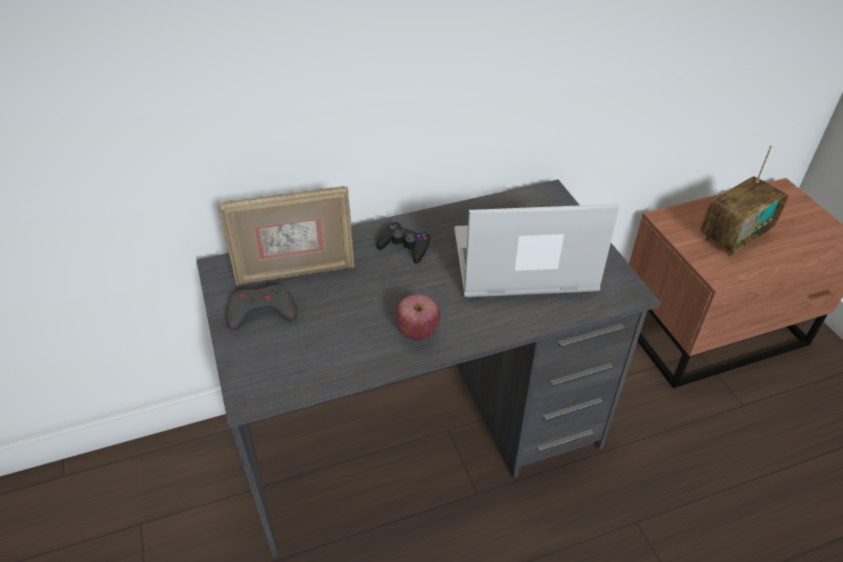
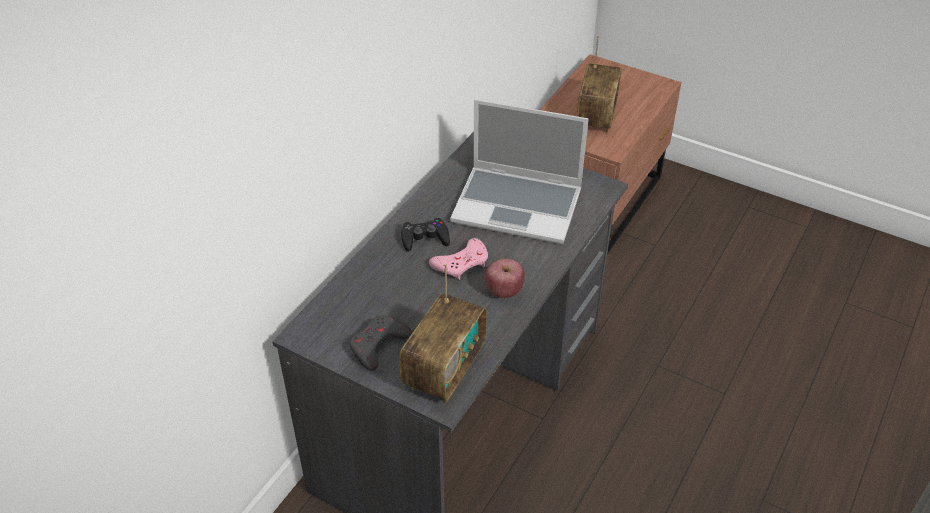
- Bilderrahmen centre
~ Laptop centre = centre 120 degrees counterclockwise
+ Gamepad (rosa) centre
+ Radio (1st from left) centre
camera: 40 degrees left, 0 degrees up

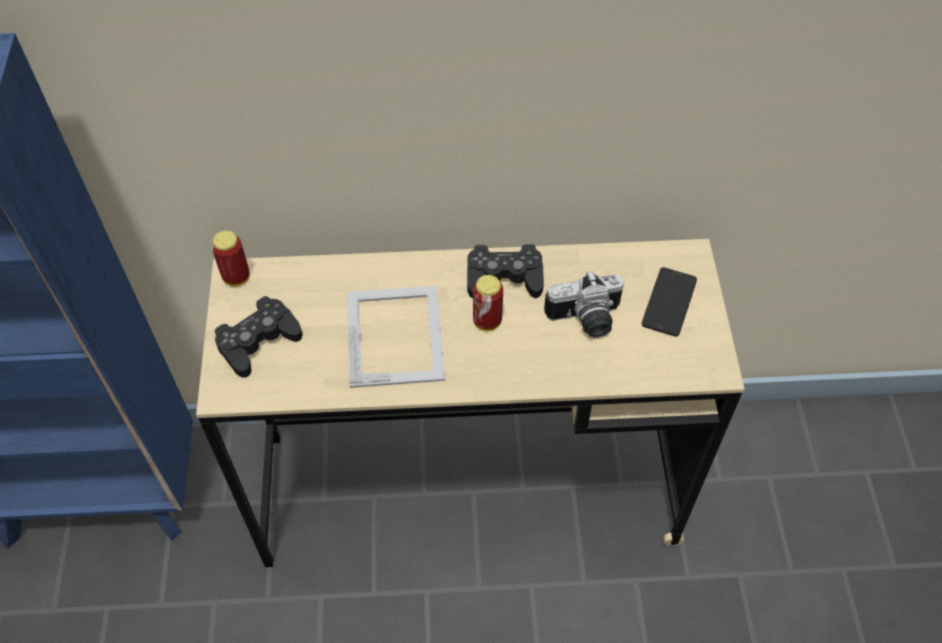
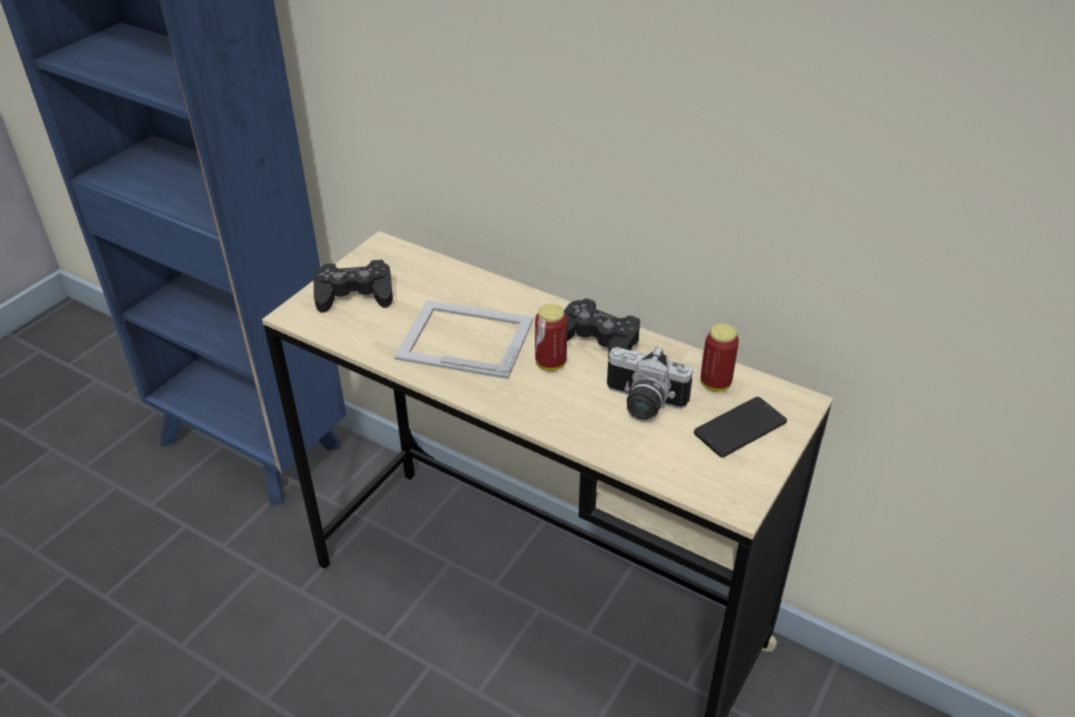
~ Dose (1st from left in the first image) middle left to Dose (2nd from left) middle right
~ Bilderrahmen centre = centre 105 degrees counterclockwise
camera: 35 degrees right, 15 degrees down

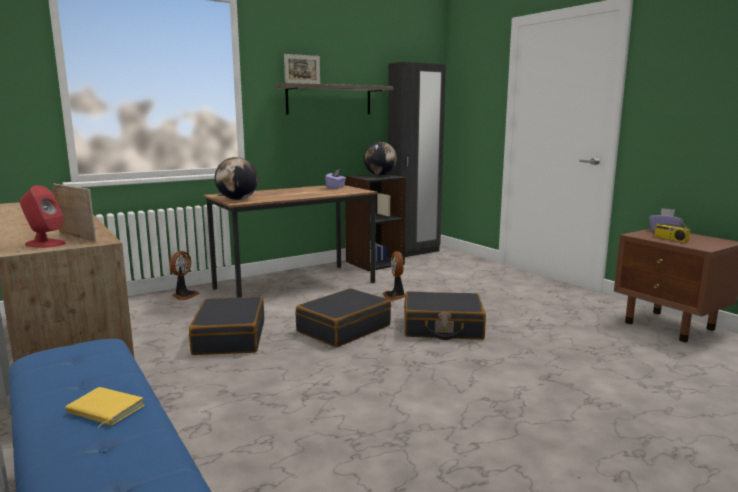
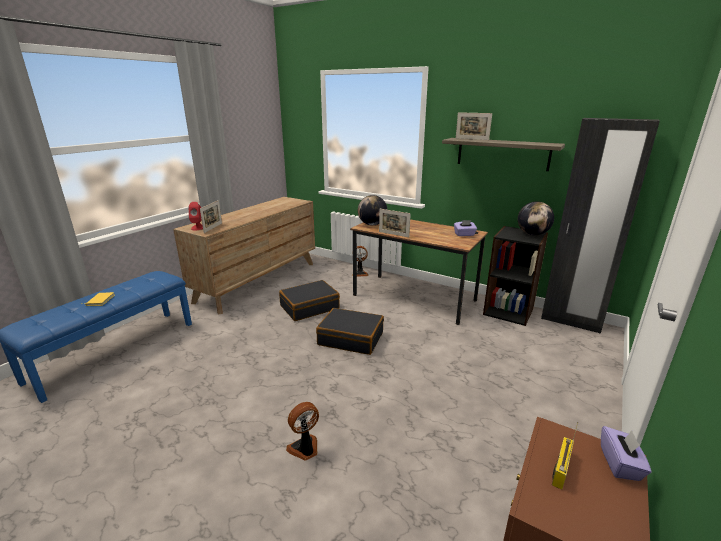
~ Ventilator (2nd from left in the first image) centre to Ventilator (1st from left) bottom centre
- Koffer (schwarz) (3rd from left) centre
+ Bilderrahmen (2nd from left) centre
camera: 65 degrees right, 10 degrees up

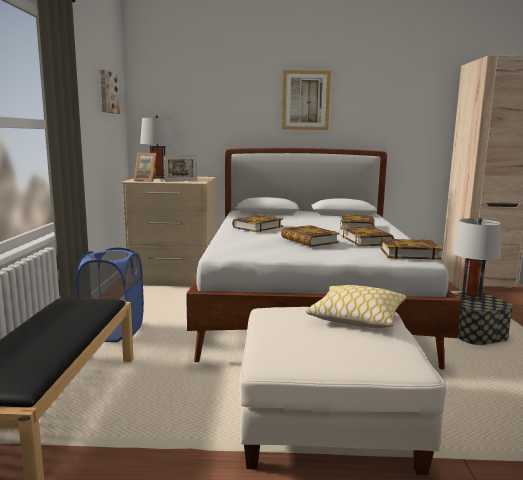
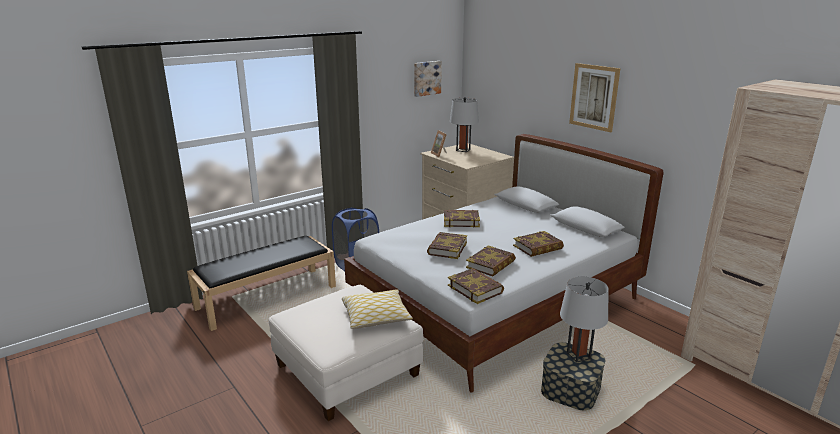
- Bilderrahmen (2nd from left) centre
camera: 50 degrees right, 10 degrees up

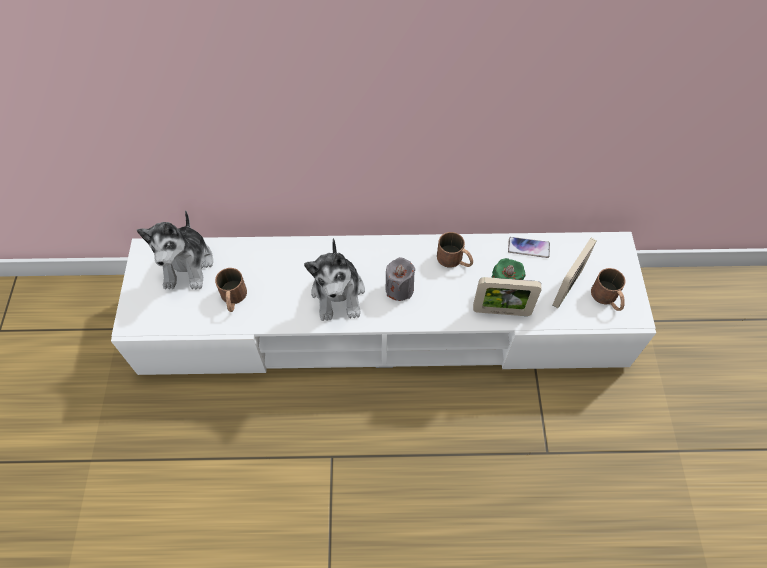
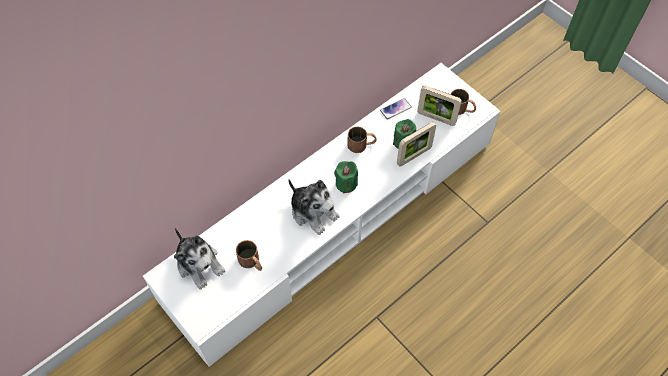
~ Bilderrahmen (2nd from left) middle right = top centre 60 degrees counterclockwise
~ Kerze (grau) centre to Kerze (grün) (1st from left) centre
camera: 40 degrees left, 0 degrees up

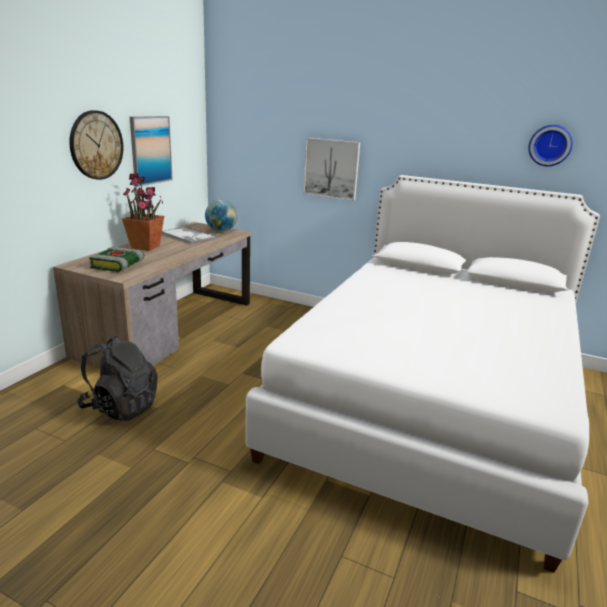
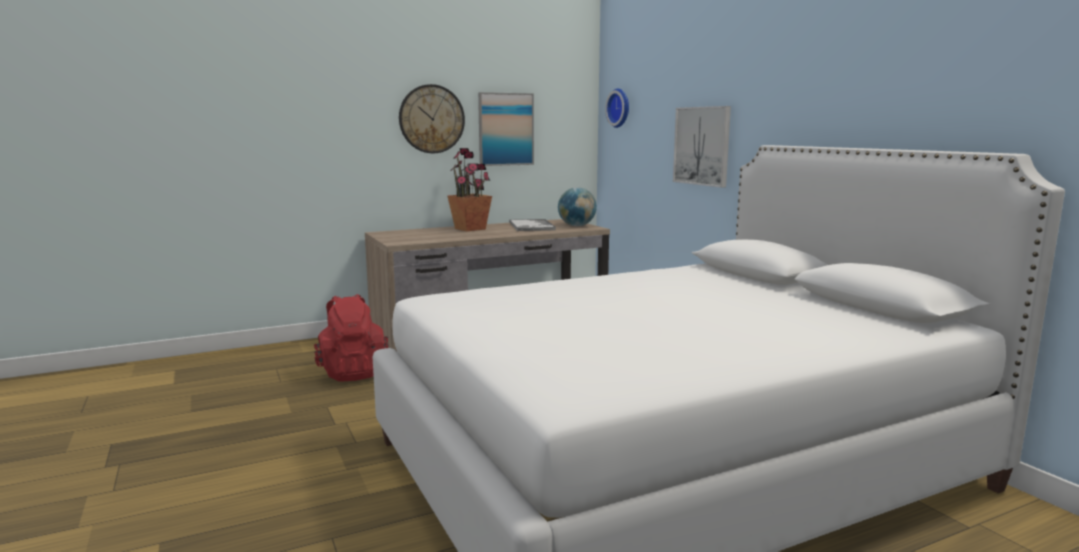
~ Wanduhr (2nd from left) top right to top centre
- Buch middle left
~ Rucksack (schwarz) middle left to Rucksack (rot) middle left
camera: 40 degrees right, 10 degrees down

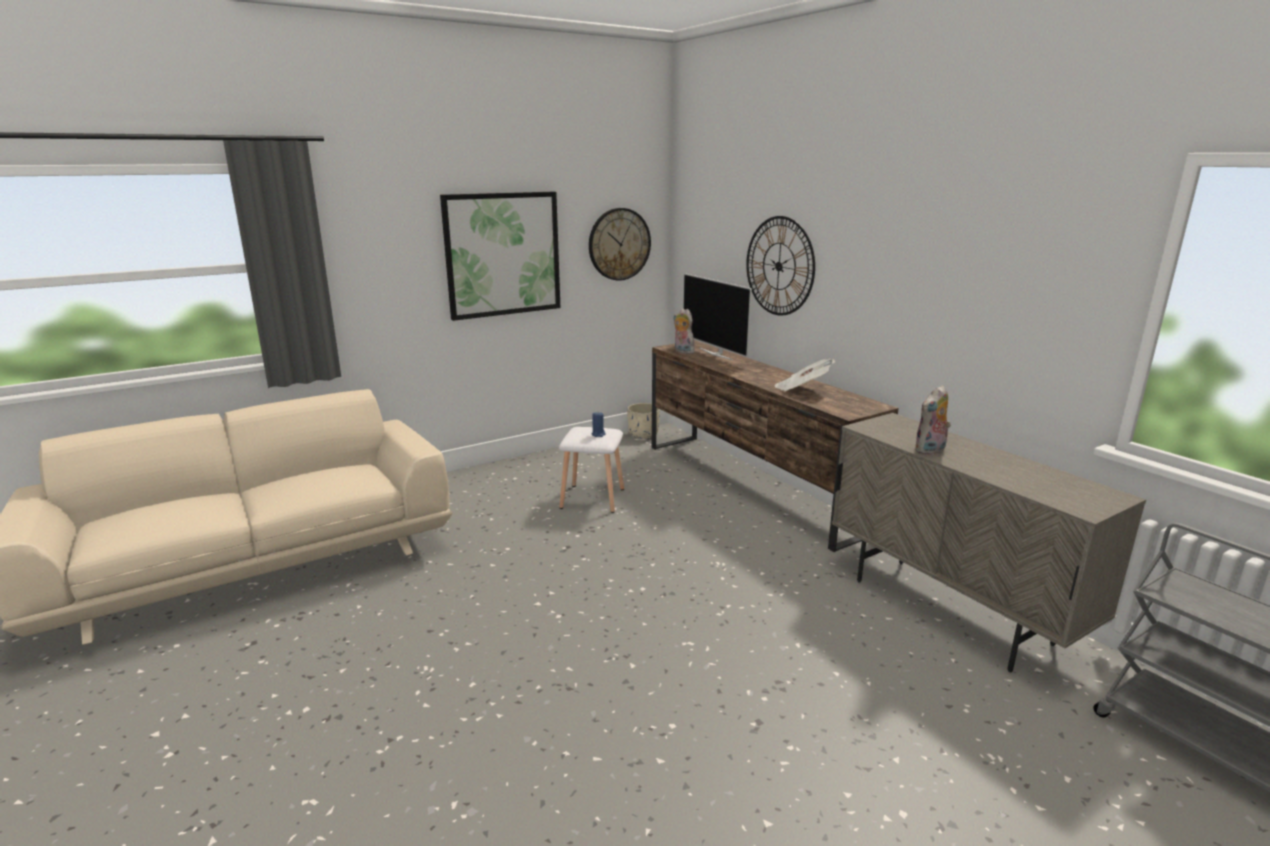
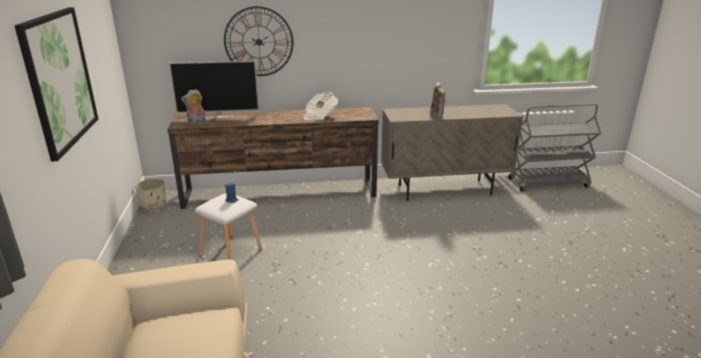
- Wanduhr (1st from left) top centre
camera: 65 degrees left, 5 degrees up

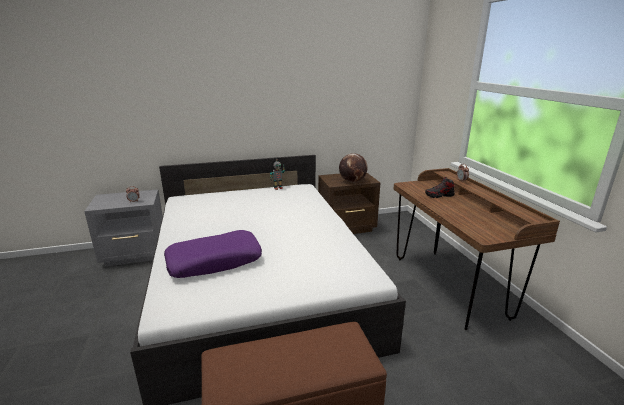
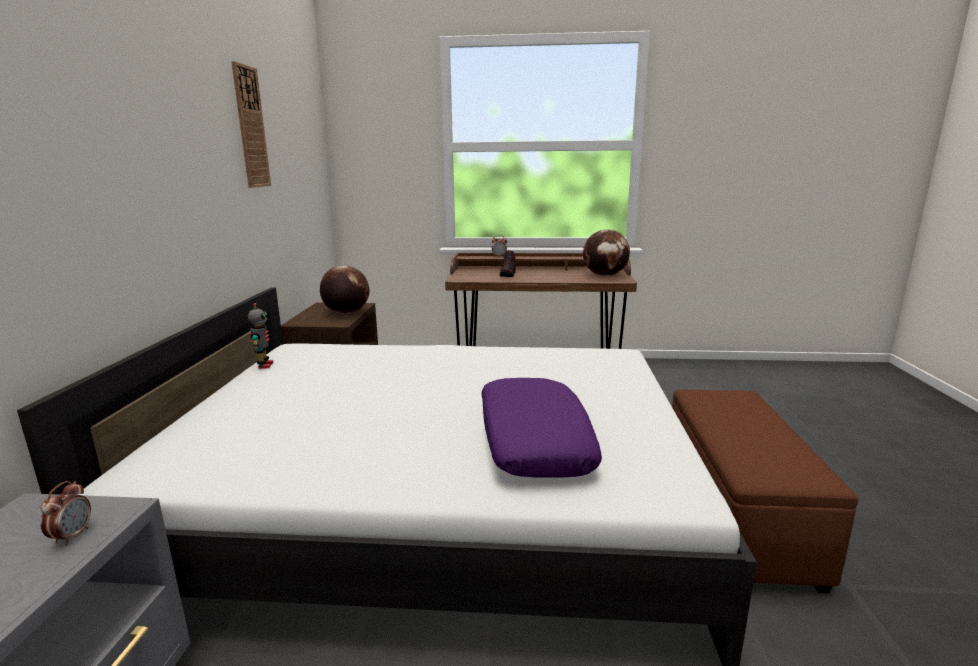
+ Wanduhr top left
+ Globus (2nd from left) centre
camera: 70 degrees left, 5 degrees down

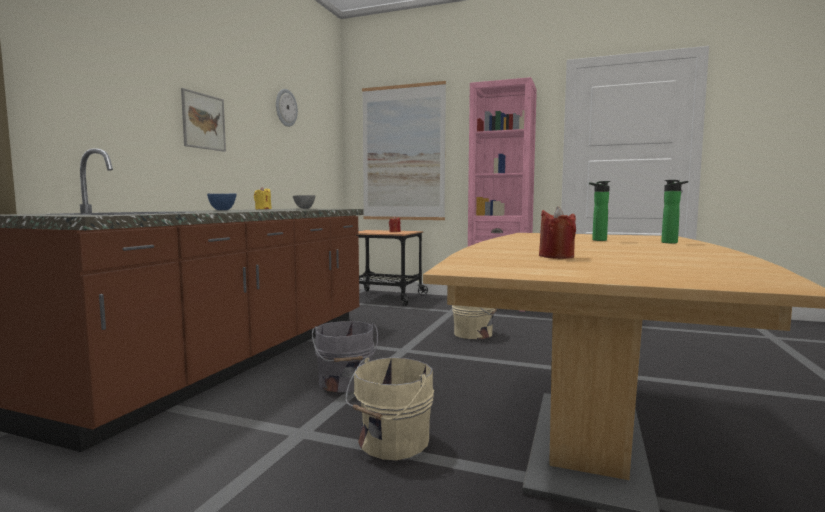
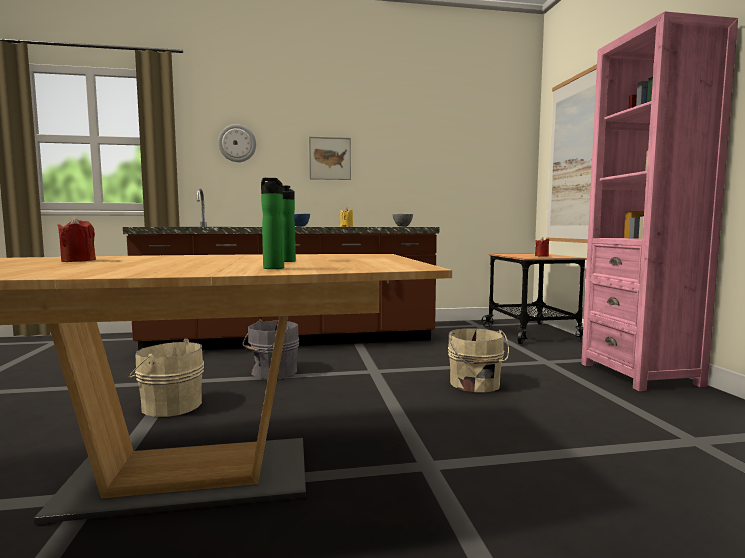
~ Wanduhr top centre to top left
camera: 60 degrees right, 0 degrees up

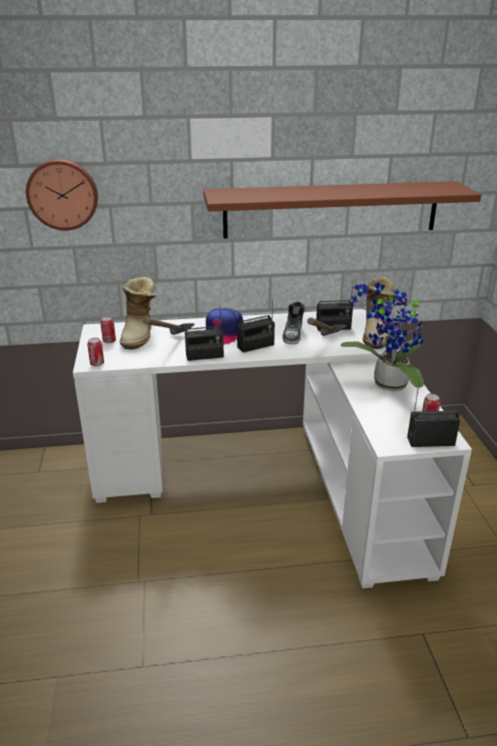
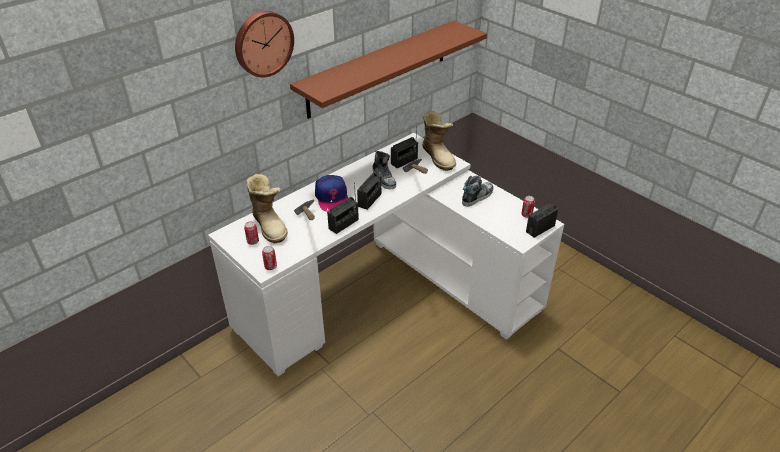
~ Wanduhr top left to top centre
~ Topfpflanze middle right to Schuh (2nd from left) centre
camera: 35 degrees left, 10 degrees up

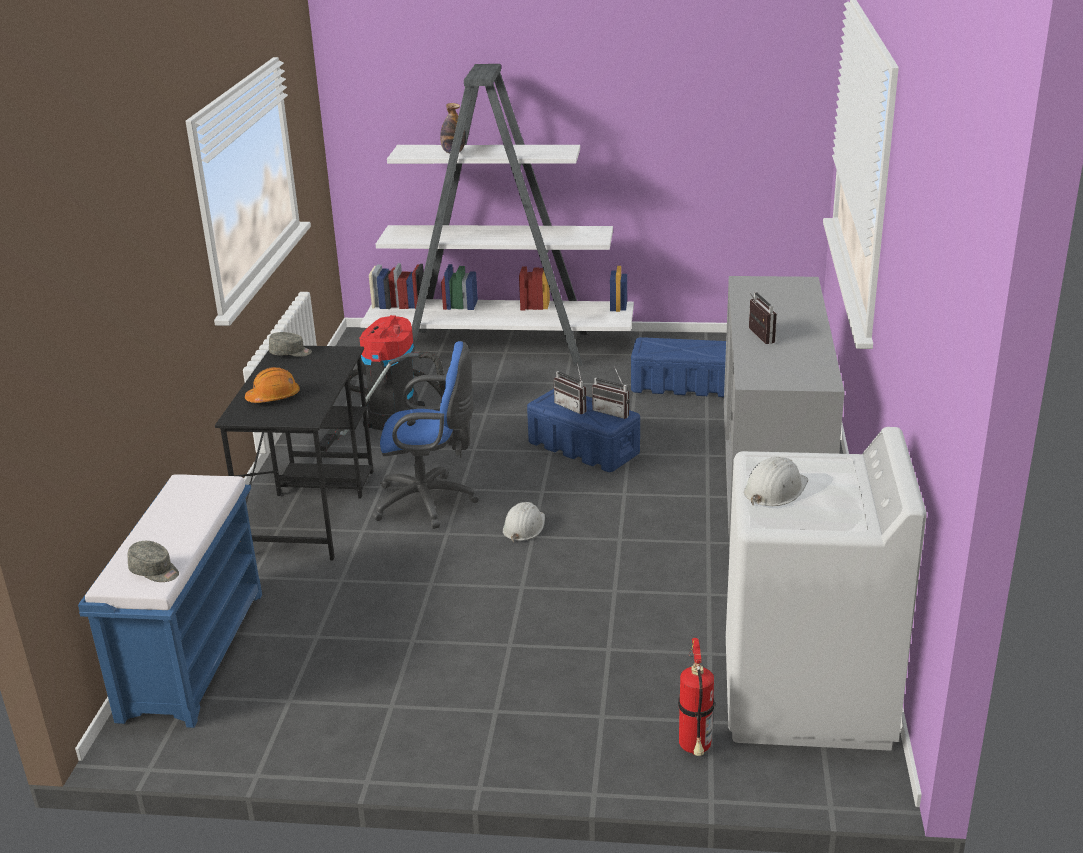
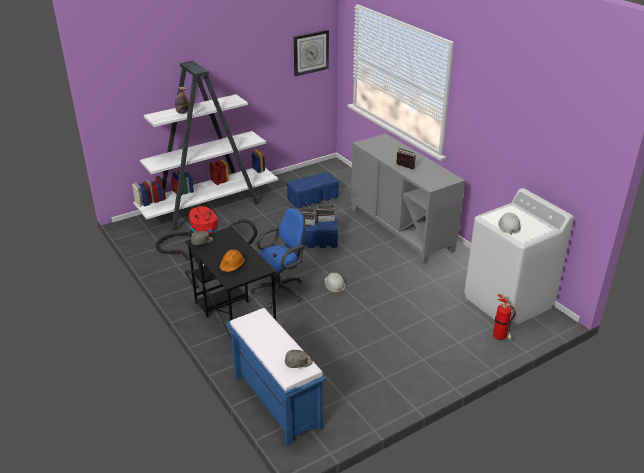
+ Wanduhr top centre
camera: 40 degrees left, 5 degrees up

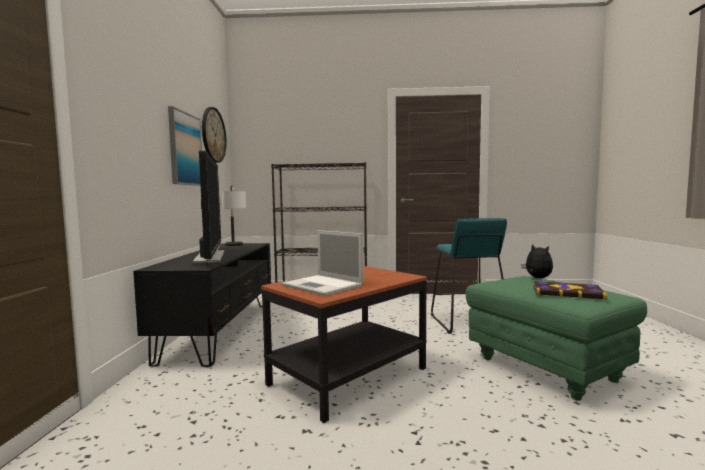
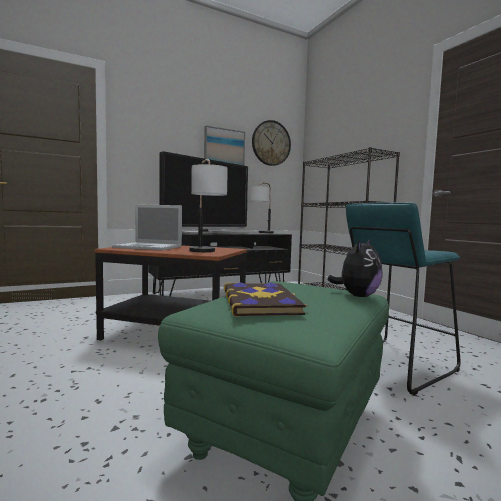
~ Laptop centre = middle left 90 degrees counterclockwise
+ Tischlampe (1st from left) centre
camera: 60 degrees right, 0 degrees up

